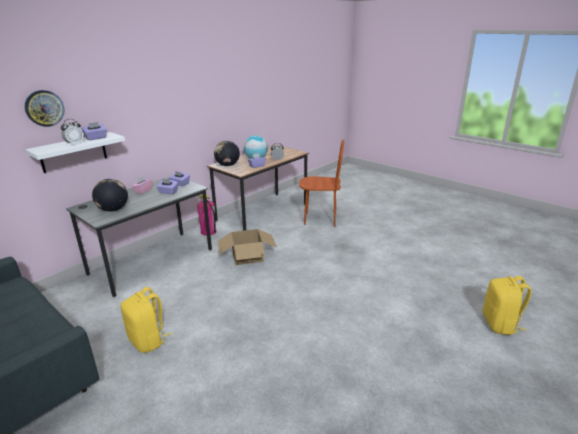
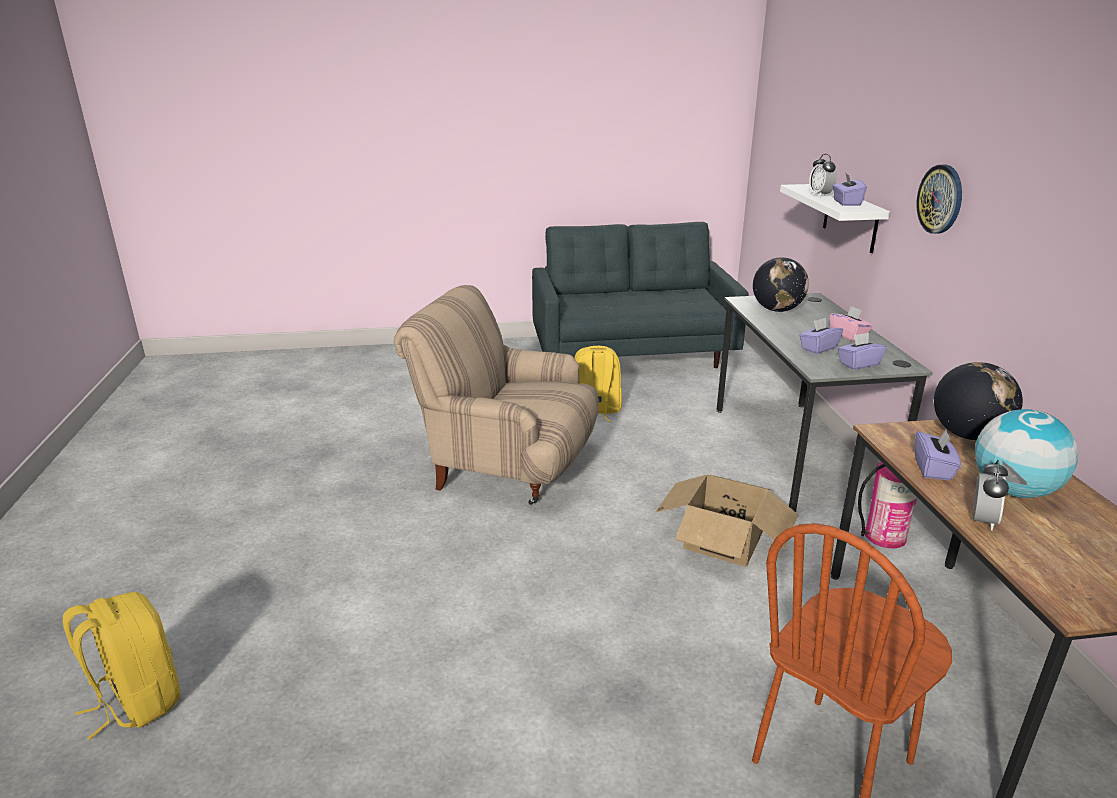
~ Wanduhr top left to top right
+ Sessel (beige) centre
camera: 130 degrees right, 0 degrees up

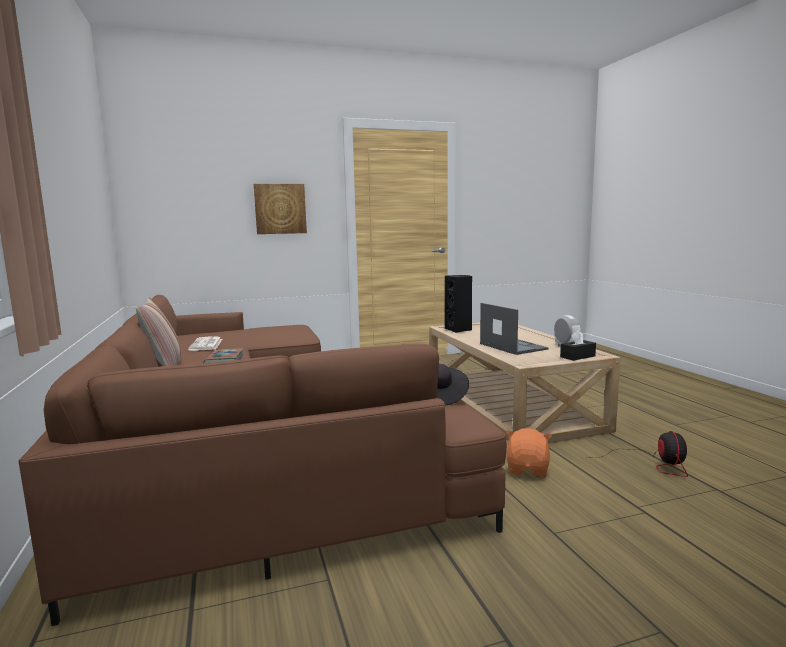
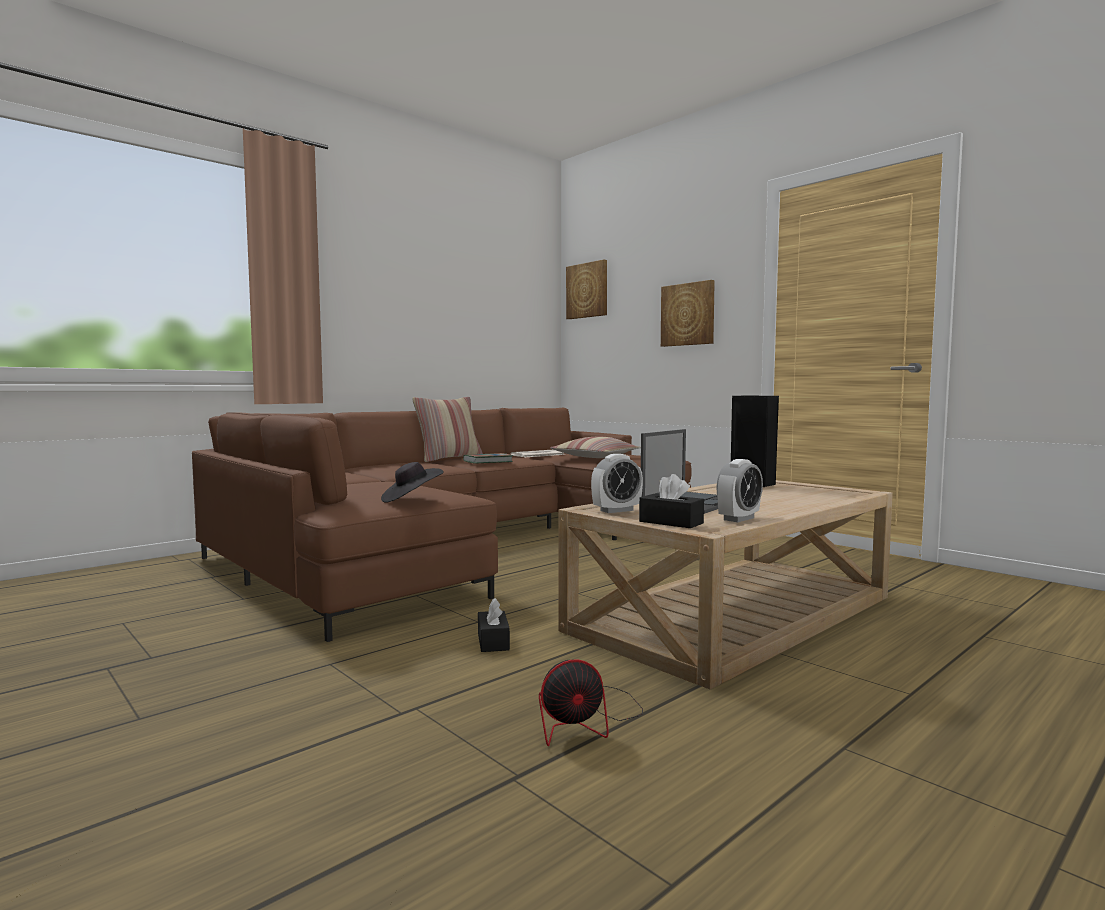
~ Plüschtier (orange) bottom right to Taschentuchbox (schwarz) (1st from left) bottom centre
+ Bild (1st from left) top centre
+ Kissen (2nd from left) centre
+ Wecker (1st from left) centre
camera: 65 degrees right, 5 degrees down

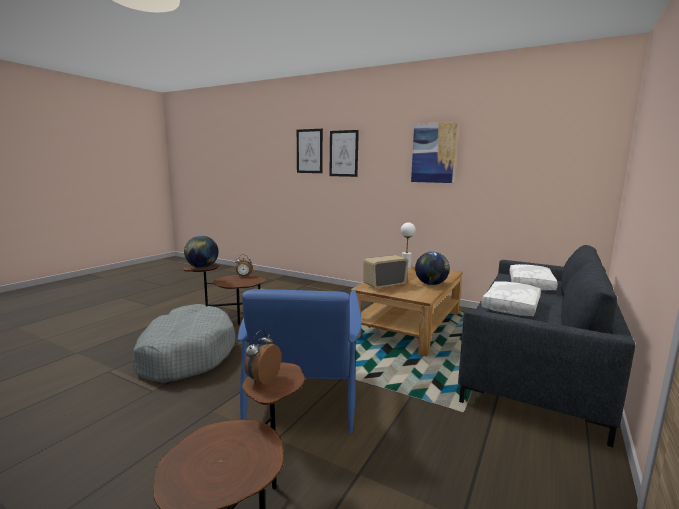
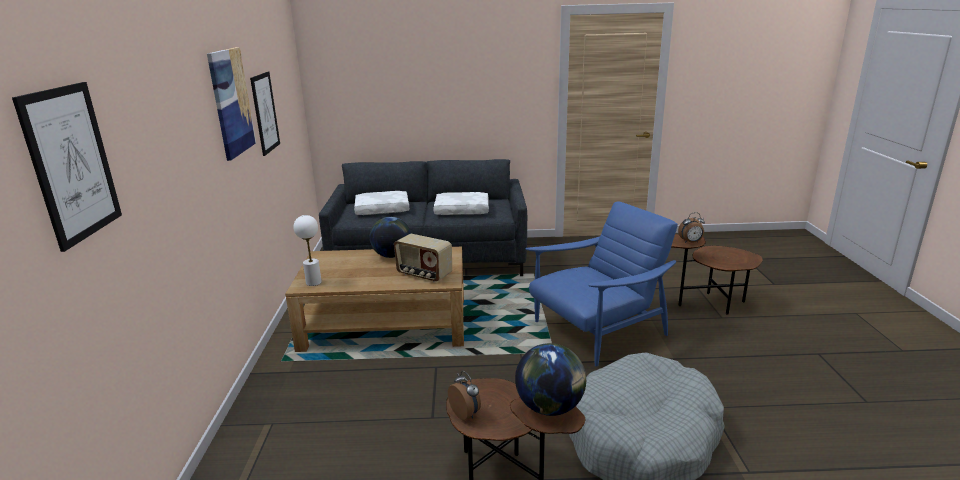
~ Bild (2nd from left in the first image) top centre to Bild (3rd from left) top left
camera: 120 degrees left, 10 degrees up

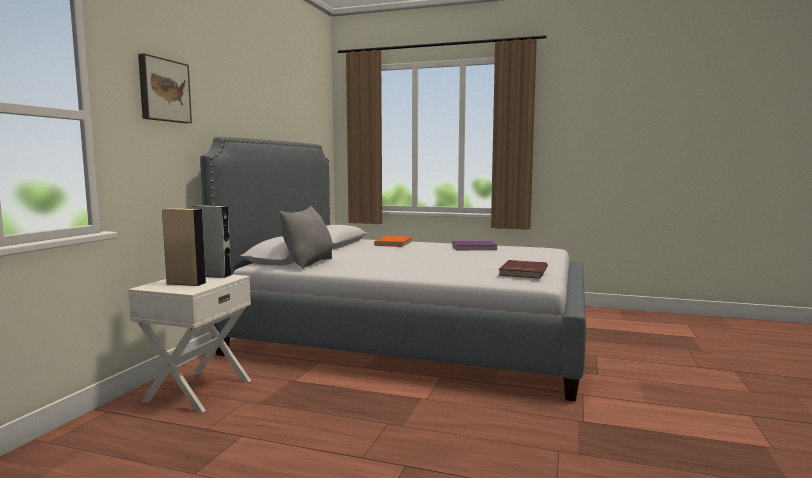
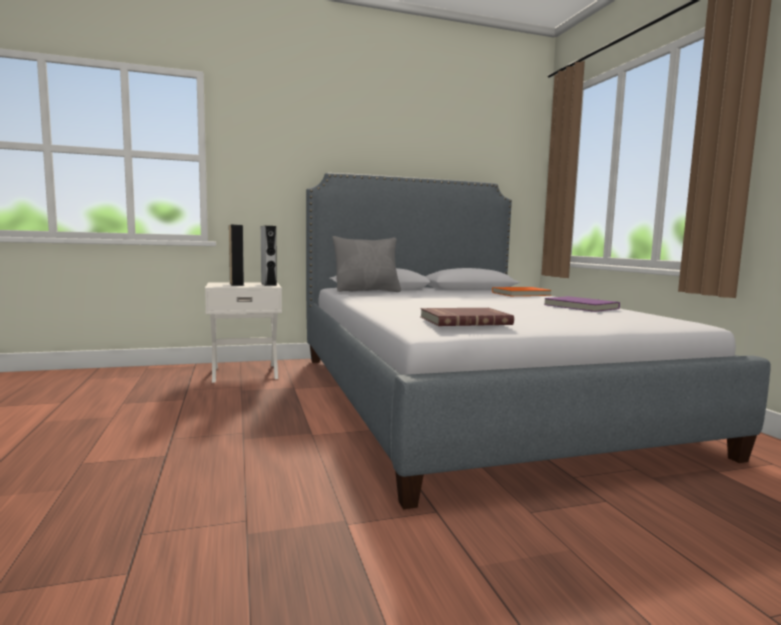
- Bild top left
camera: 55 degrees right, 0 degrees up

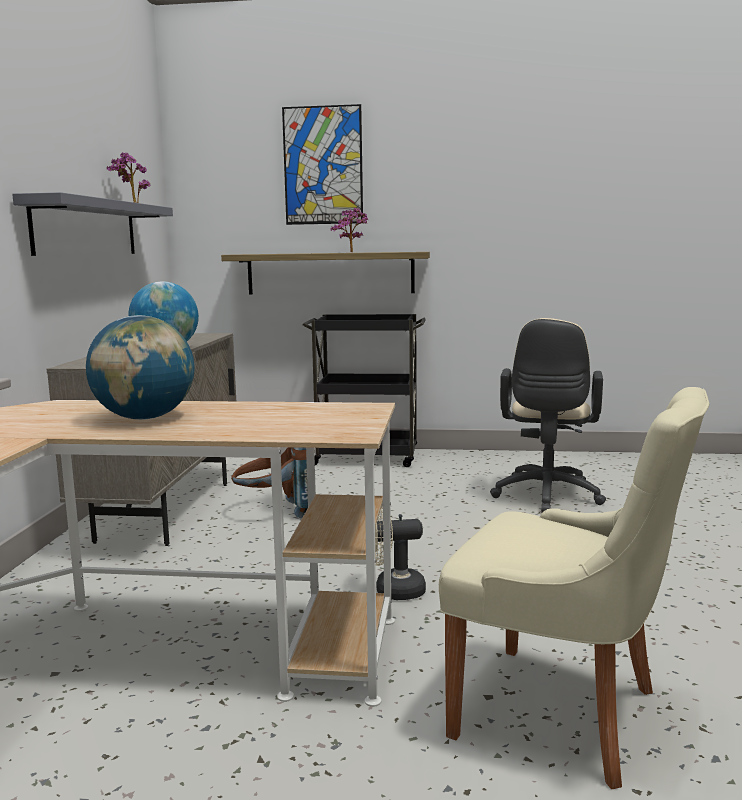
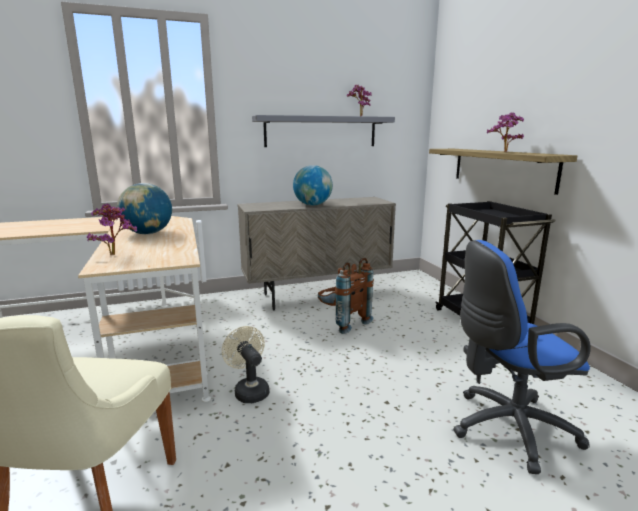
- Bild top centre
~ Bürostuhl (beige) middle right to Bürostuhl (blau) bottom right
+ Topfpflanze (1st from left) middle left
camera: 65 degrees right, 5 degrees up

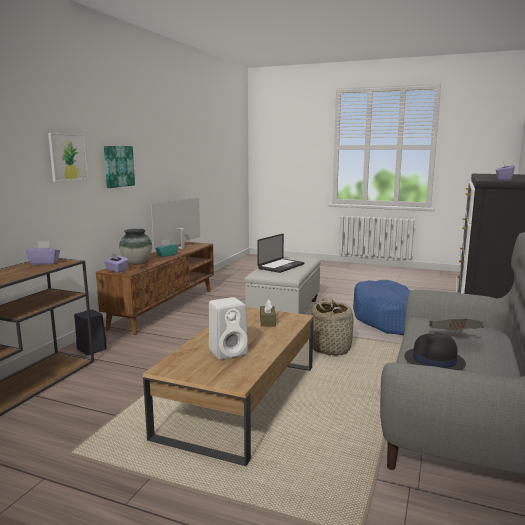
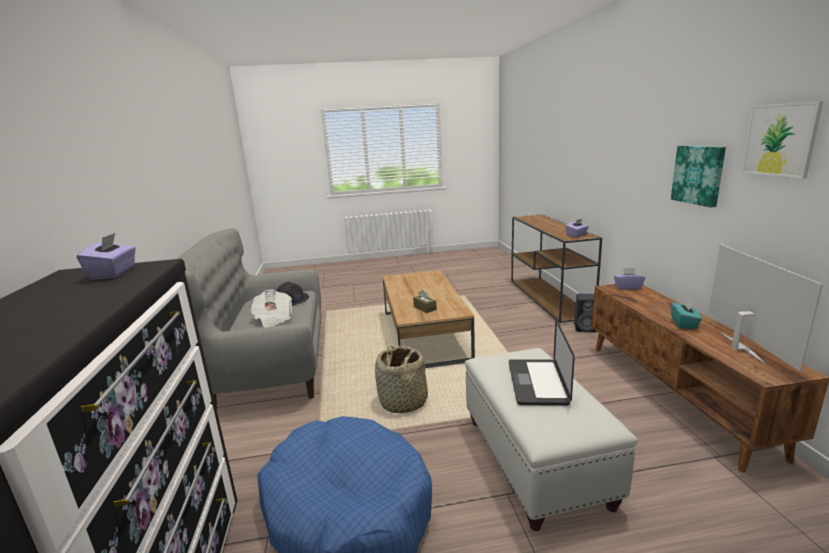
~ Bild (1st from left in the first image) top left to Bild (2nd from left) top right
- Vase middle left
- Lautsprecher (weiß) centre
camera: 150 degrees right, 5 degrees up

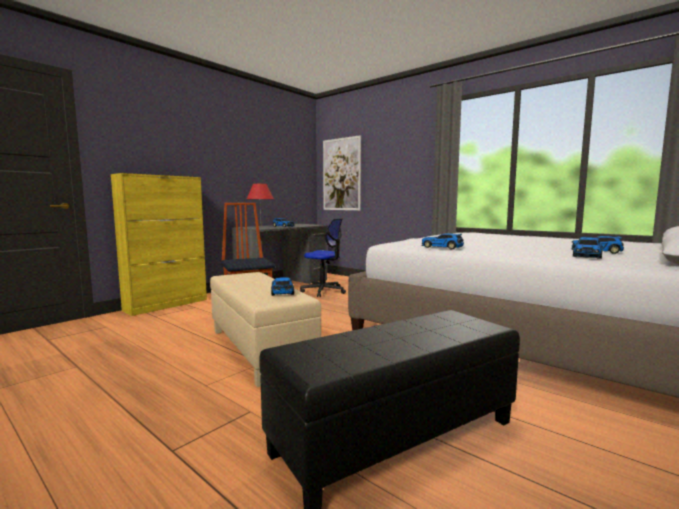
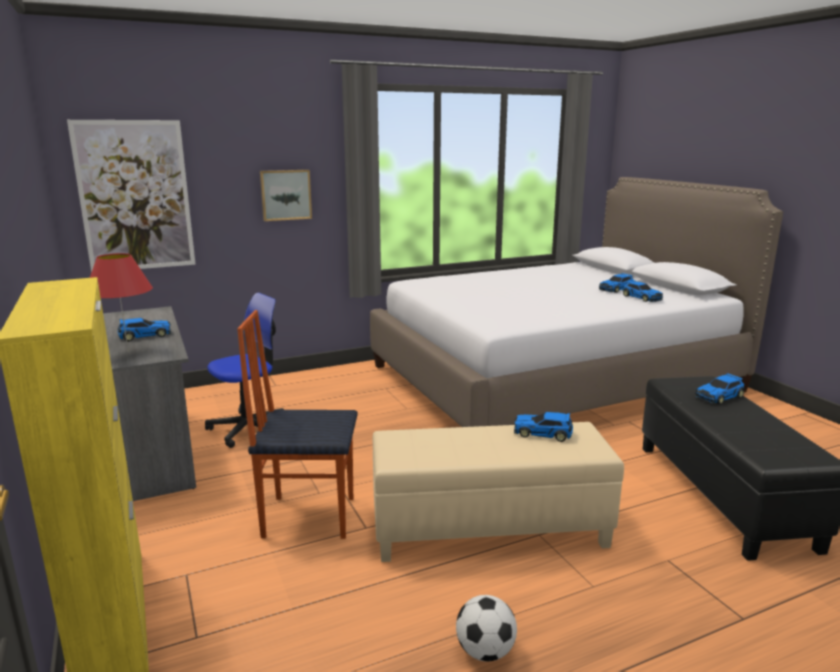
~ Spielzeugauto (3rd from left in the first image) centre to Spielzeugauto (5th from left) middle right
+ Bild (2nd from left) top centre
+ Fußball bottom centre
camera: 65 degrees left, 10 degrees up

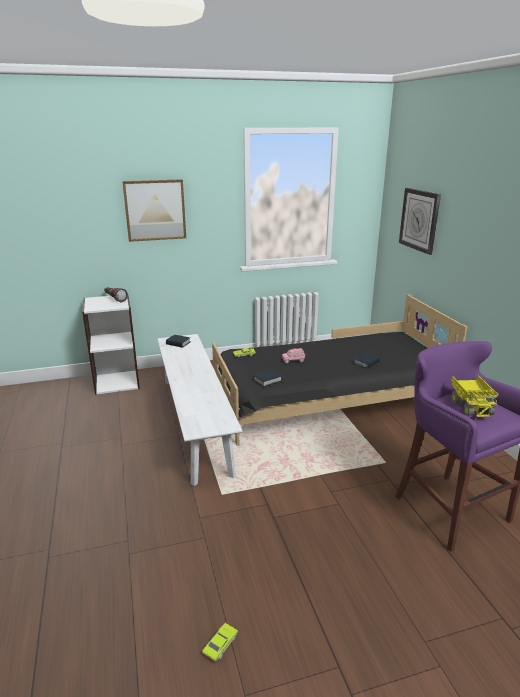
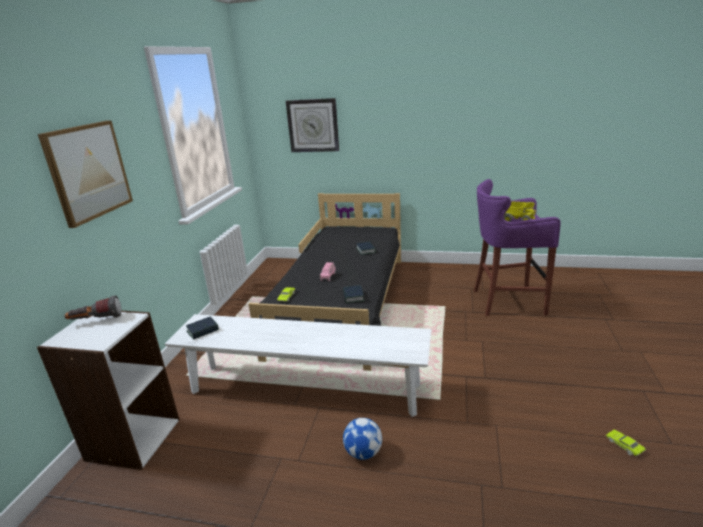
+ Fußball bottom centre
camera: 60 degrees left, 0 degrees up

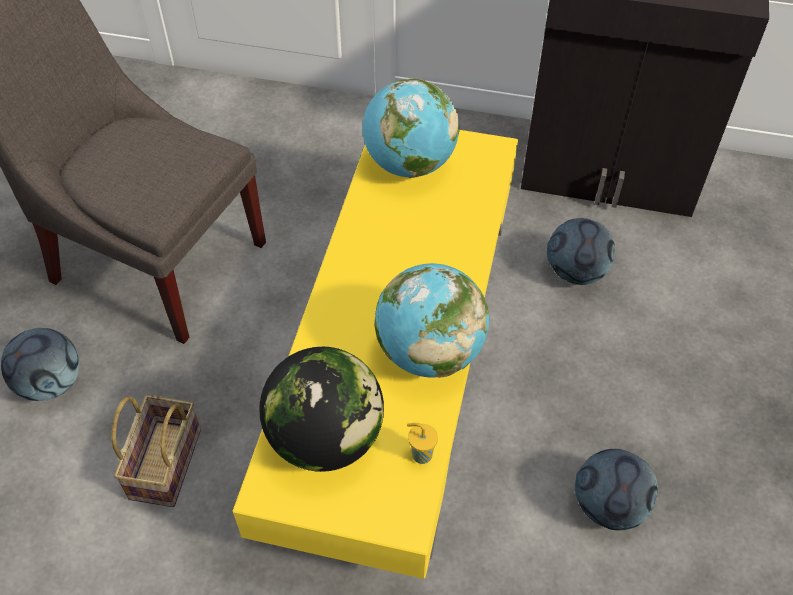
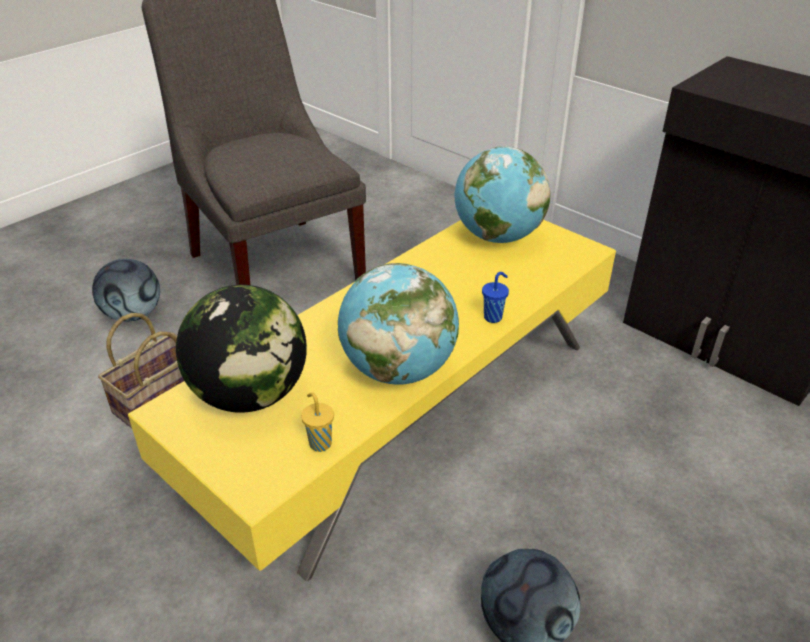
- Fußball (2nd from left) middle right
+ Tasse (blau) centre
camera: 30 degrees right, 15 degrees down

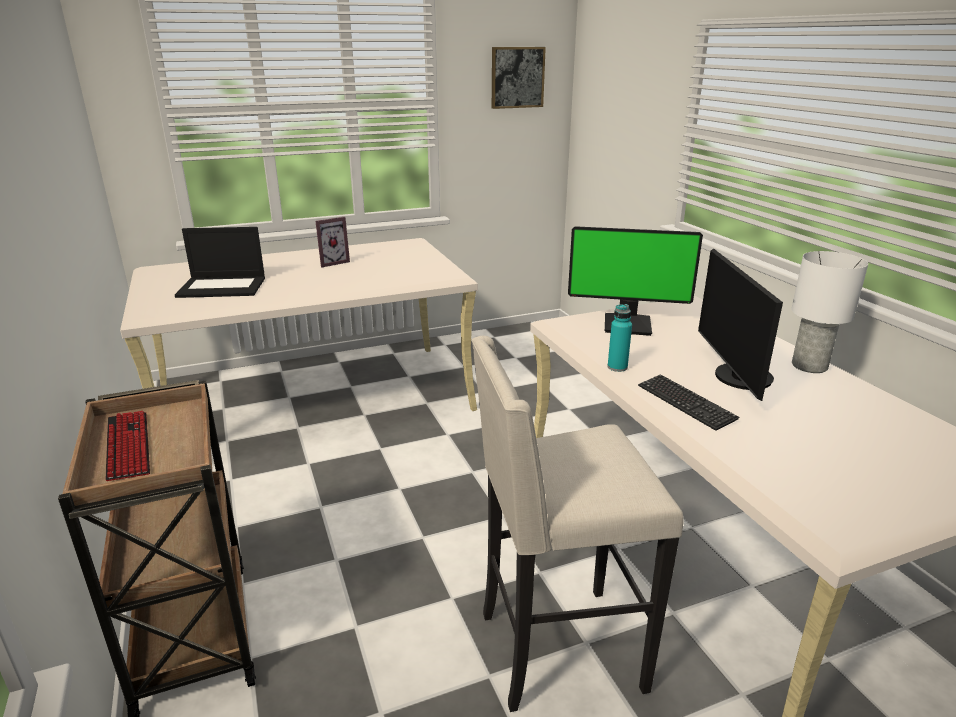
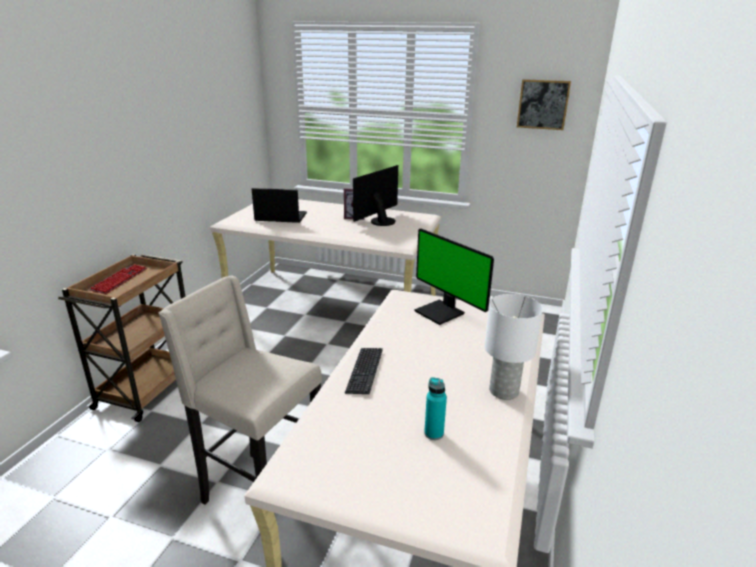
~ Laptop middle left = centre 150 degrees clockwise
~ Monitor (2nd from left in the first image) middle right to Monitor (1st from left) centre
~ Flasche (türkis) centre to bottom centre
camera: 40 degrees right, 0 degrees up

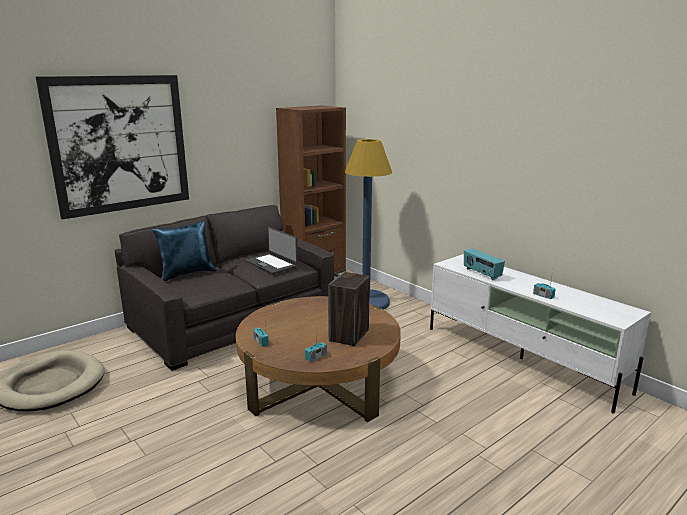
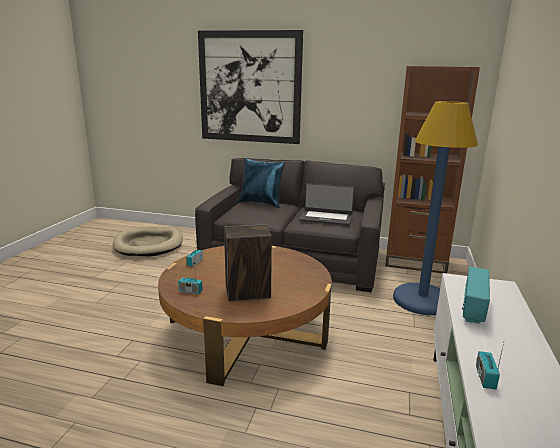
~ Laptop centre = centre 90 degrees counterclockwise
camera: 55 degrees right, 0 degrees up

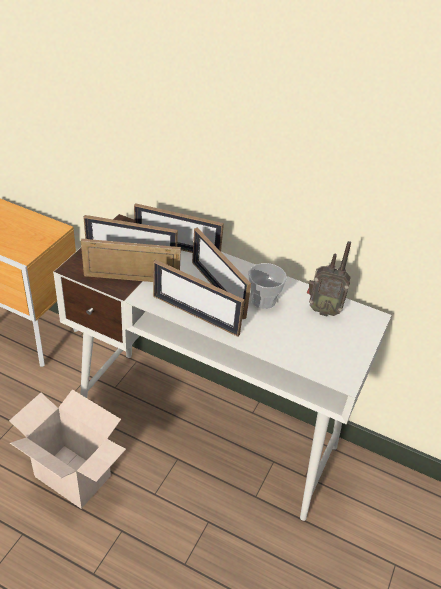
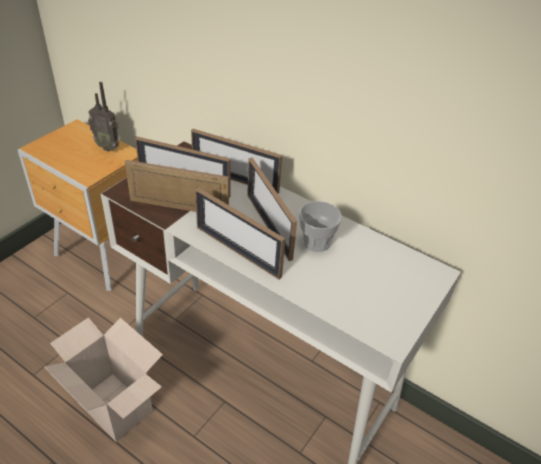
~ Radio middle right to top left
camera: 10 degrees right, 0 degrees up

